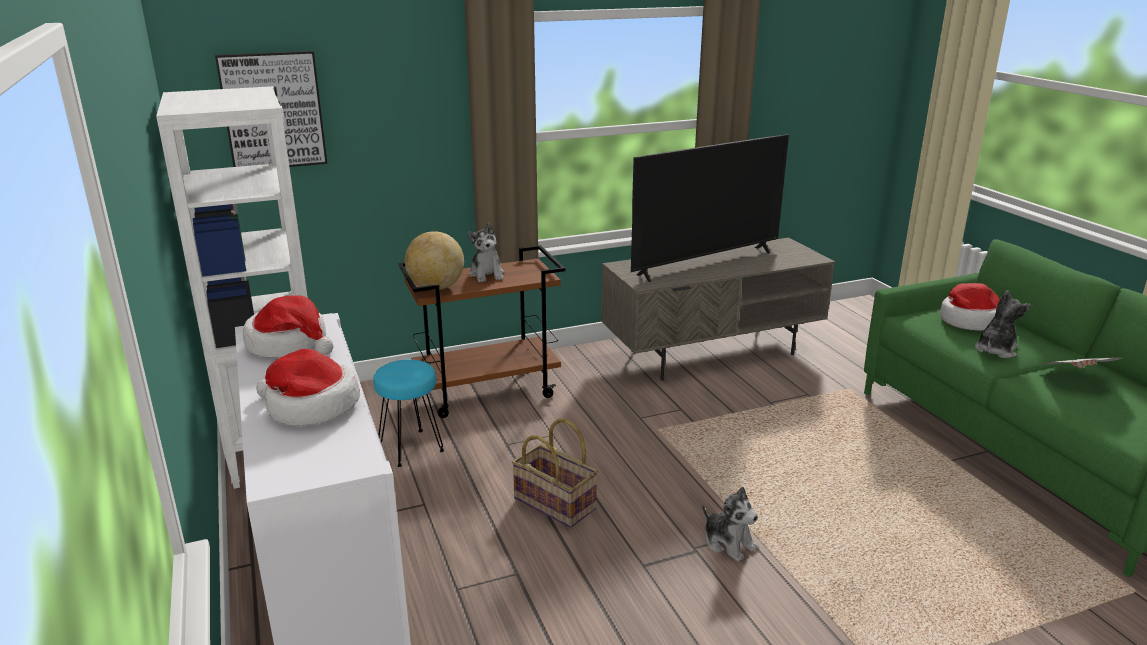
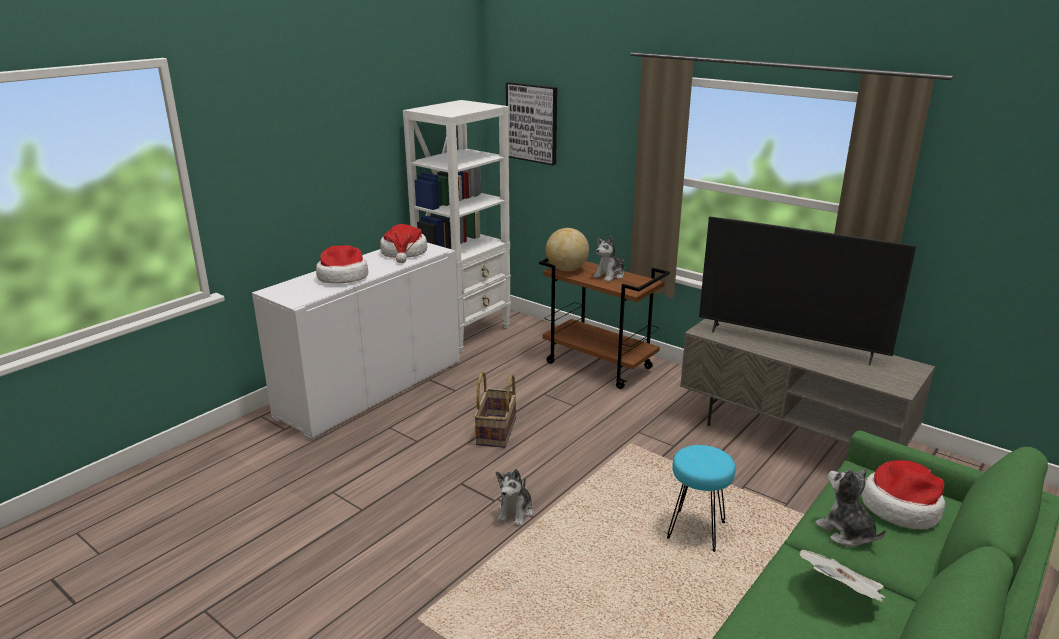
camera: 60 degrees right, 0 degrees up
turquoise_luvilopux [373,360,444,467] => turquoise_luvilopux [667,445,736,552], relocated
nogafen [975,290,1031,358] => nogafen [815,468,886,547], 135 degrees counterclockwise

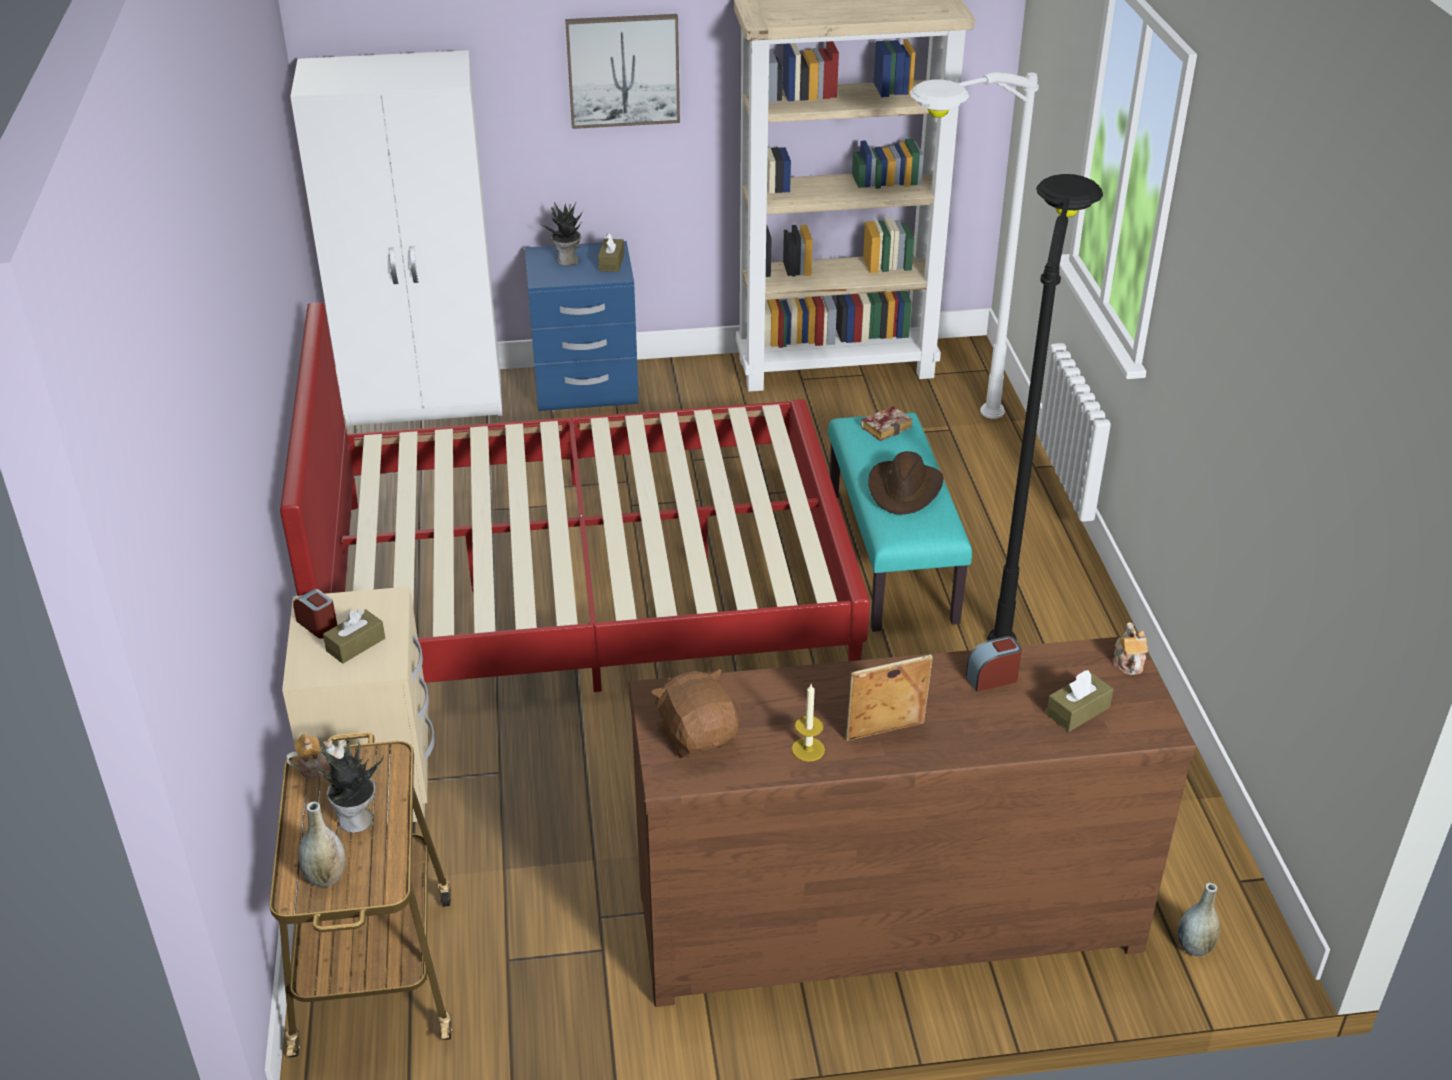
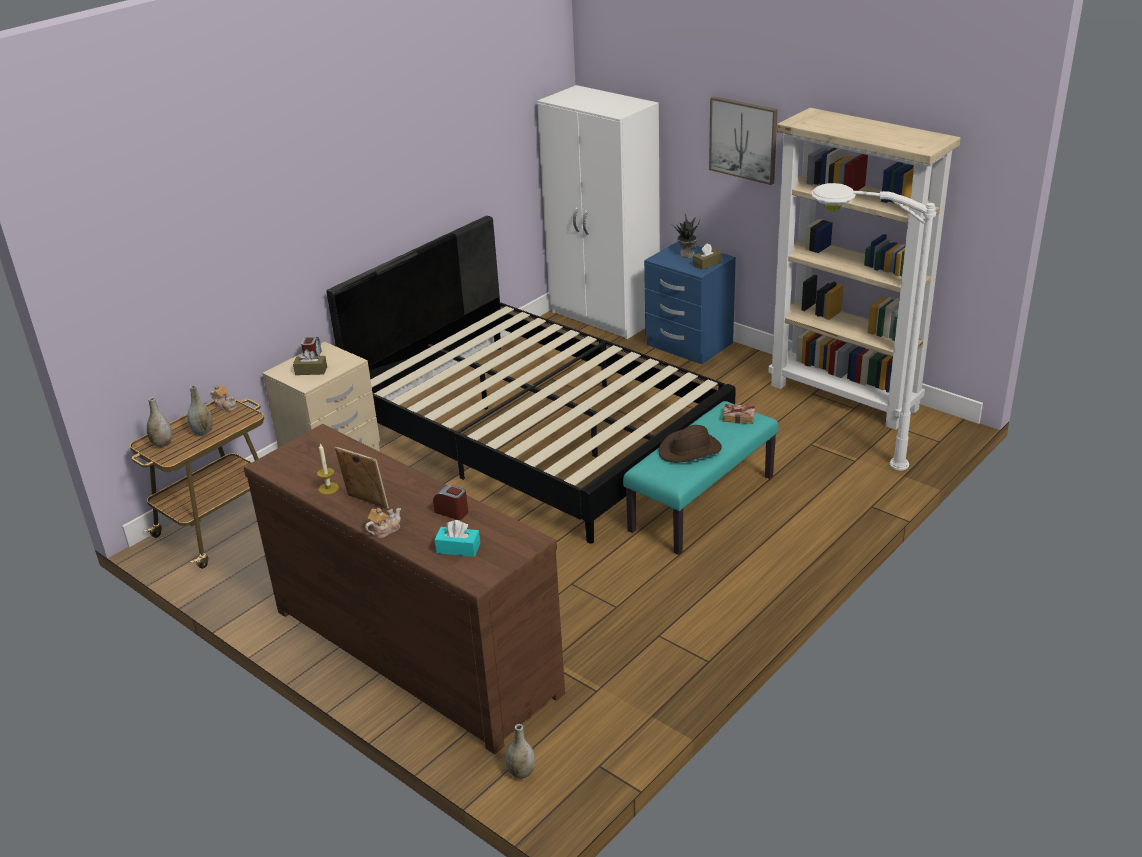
camera: 50 degrees right, 5 degrees down
brown_nogafen [652,669,739,758] => nothing
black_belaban [987,174,1103,641] => nothing
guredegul [1113,622,1148,675] => guredegul [365,508,401,538], relocated
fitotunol [316,736,384,833] => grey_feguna [188,385,213,435]
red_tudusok [280,302,870,692] => black_tudusok [326,216,736,544]
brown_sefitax [1046,670,1114,732] => turquoise_sefitax [434,520,480,557]

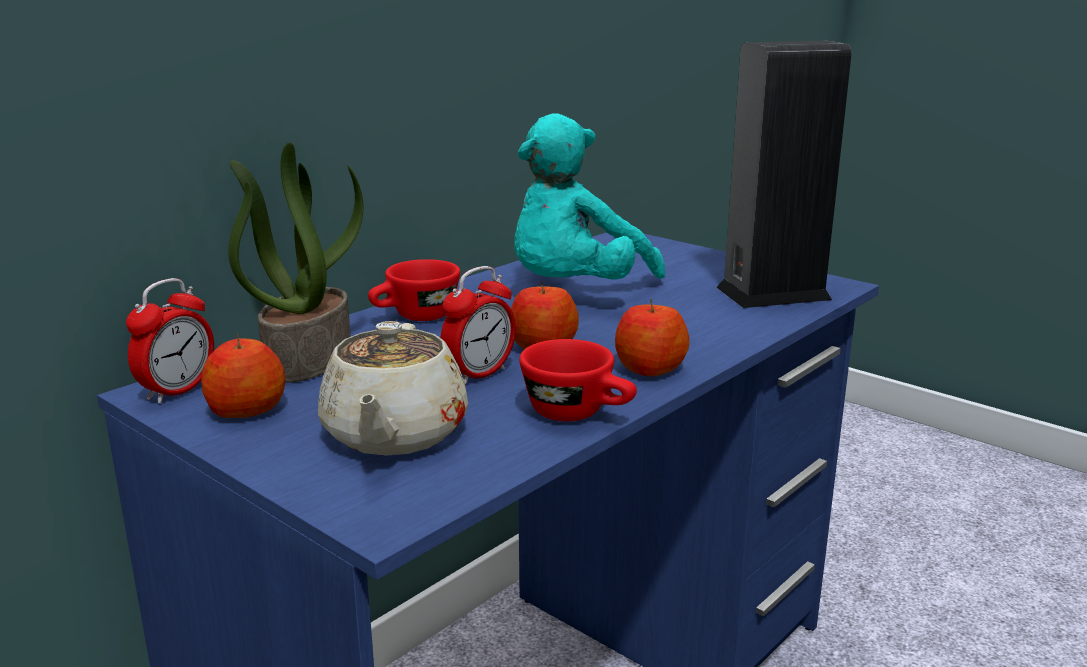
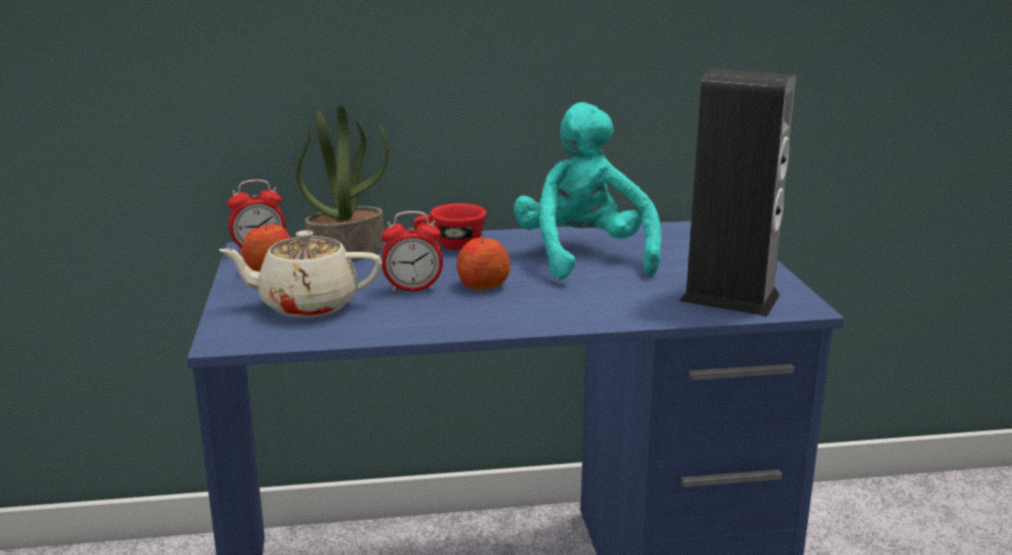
camera: 40 degrees right, 0 degrees up
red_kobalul [519,339,637,421] => nothing
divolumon [615,299,690,376] => nothing
beige_guredegul [318,321,468,456] => beige_guredegul [219,230,382,318], 45 degrees clockwise
turquoise_nogafen [514,114,666,280] => turquoise_nogafen [514,102,661,280], 90 degrees clockwise

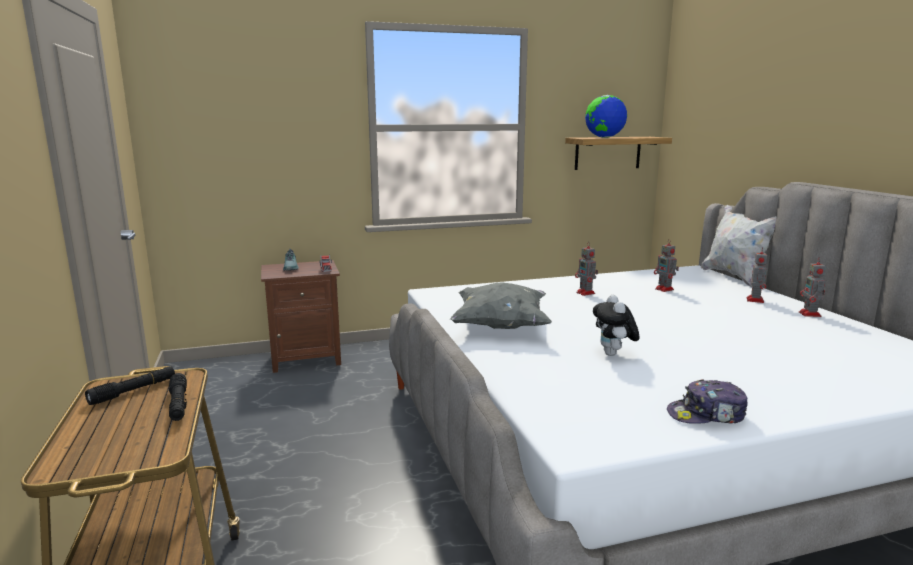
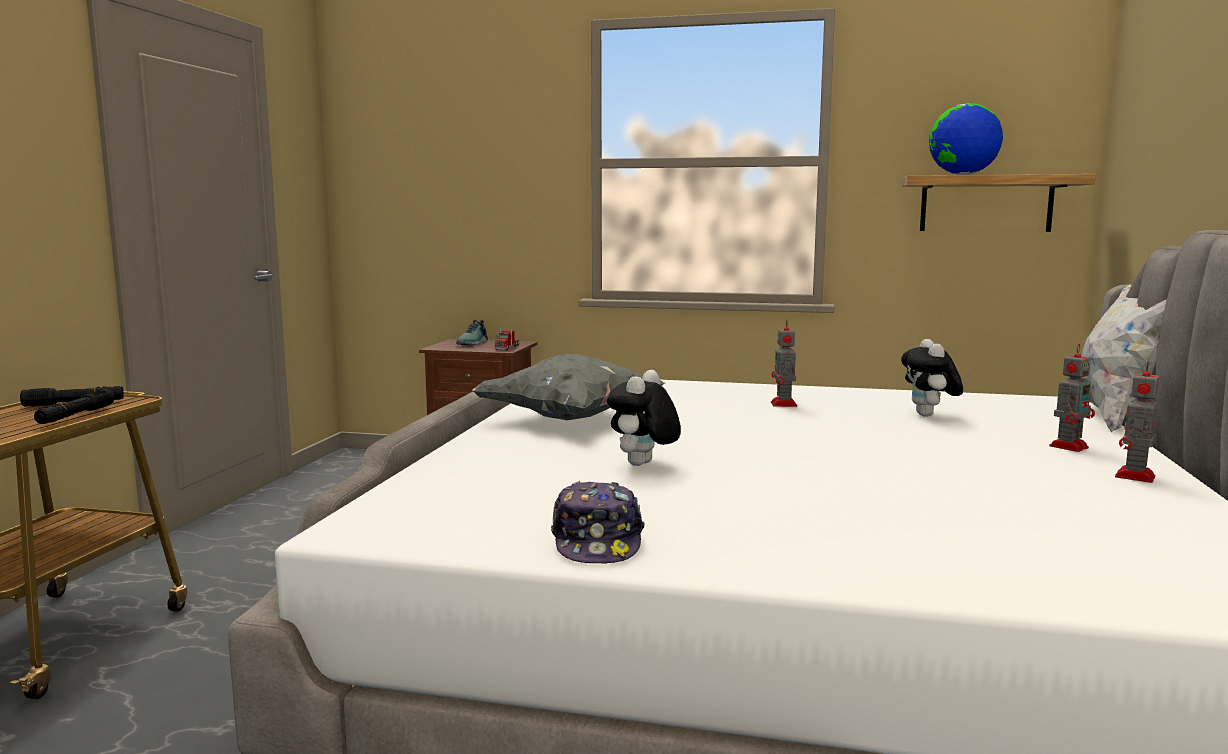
camera: 30 degrees right, 5 degrees down
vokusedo [654,239,679,292] => nogafen [901,339,963,417]
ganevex [667,379,748,424] => ganevex [551,481,645,564], 120 degrees counterclockwise

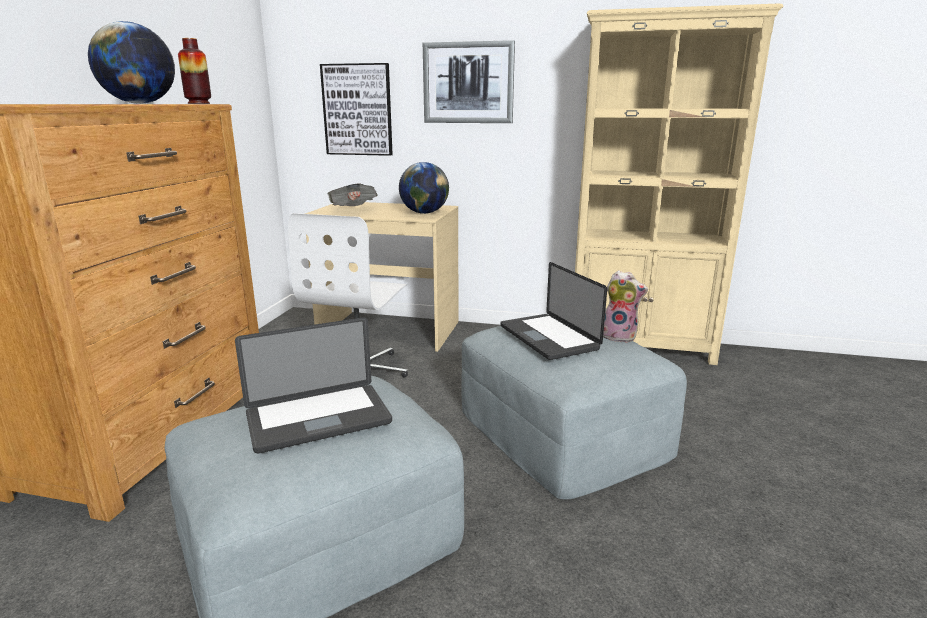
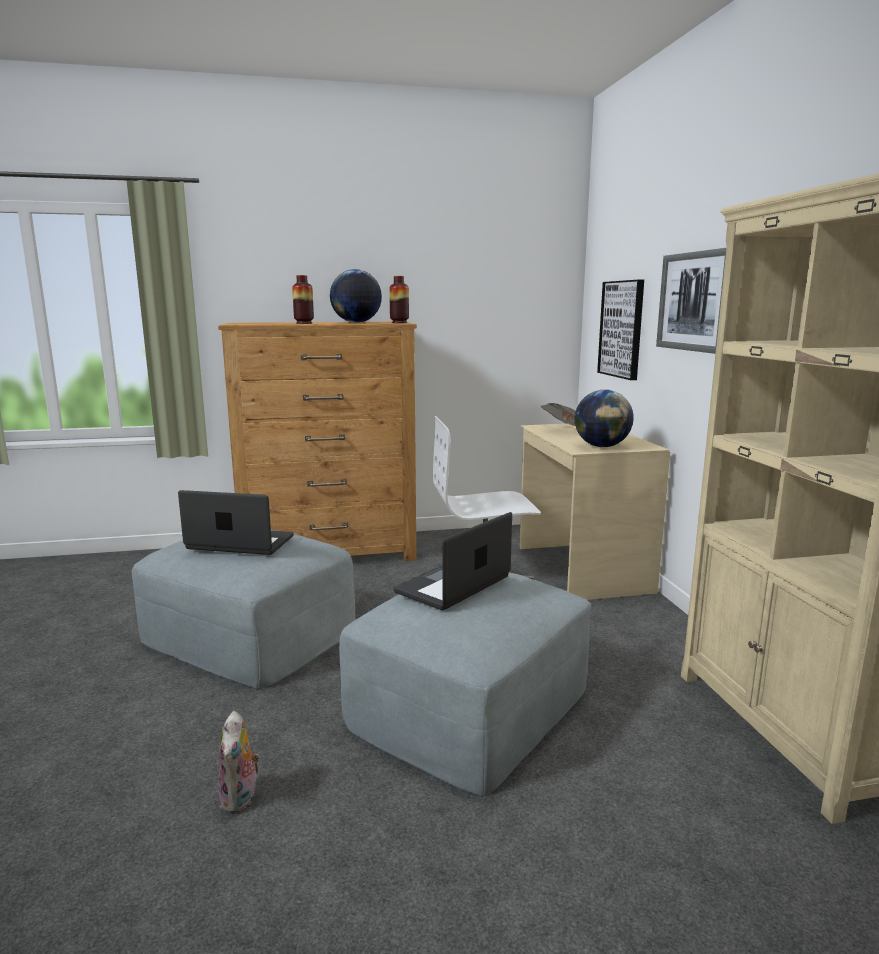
camera: 65 degrees right, 5 degrees down
nothing => feguna [292,275,314,324]
nogafen [603,270,648,343] => nogafen [219,711,262,813], relocated
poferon [235,317,392,453] => poferon [178,490,294,555], 150 degrees clockwise

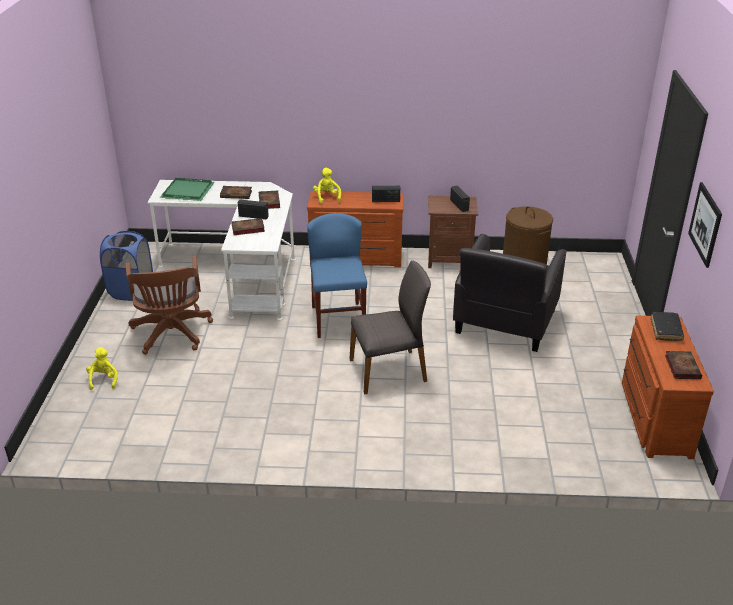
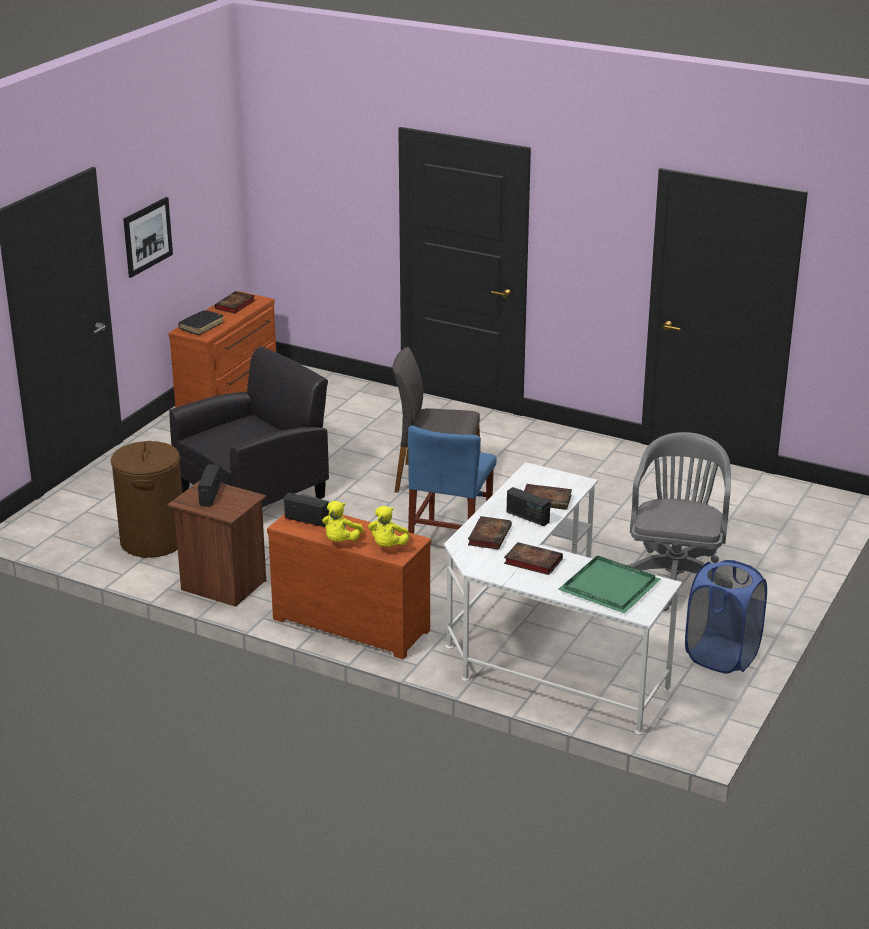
camera: 155 degrees left, 5 degrees down
yellow_nogafen [86,347,118,390] => yellow_nogafen [322,501,364,542], relocated
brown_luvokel [126,256,213,355] => grey_luvokel [627,432,731,611]

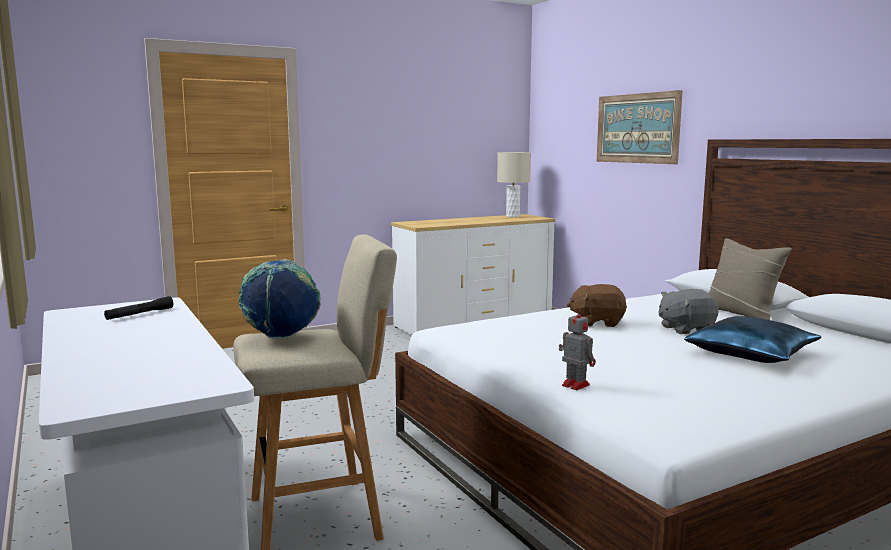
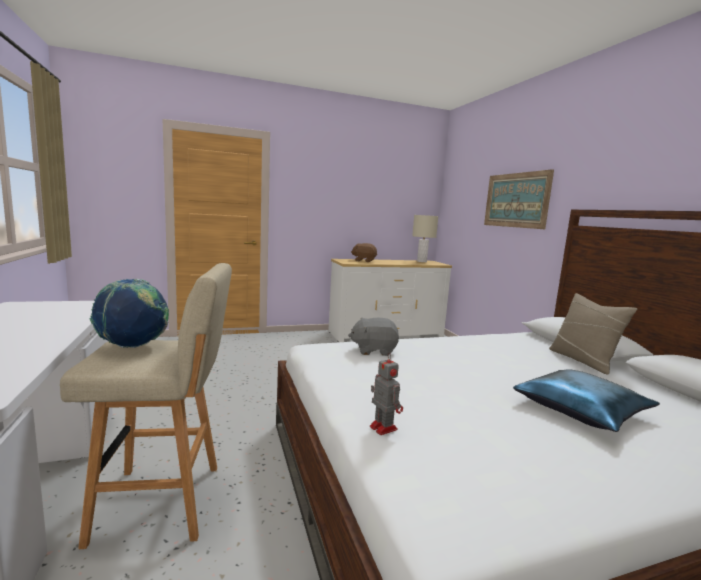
camera: 10 degrees right, 0 degrees up
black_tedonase [104,296,173,320] => nothing
brown_nogafen [567,284,627,327] => brown_nogafen [351,243,377,262], relocated
grey_nogafen [659,289,719,334] => grey_nogafen [348,318,399,356], relocated

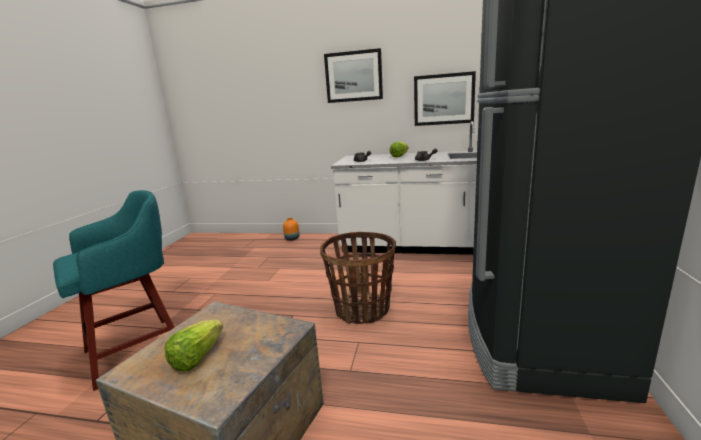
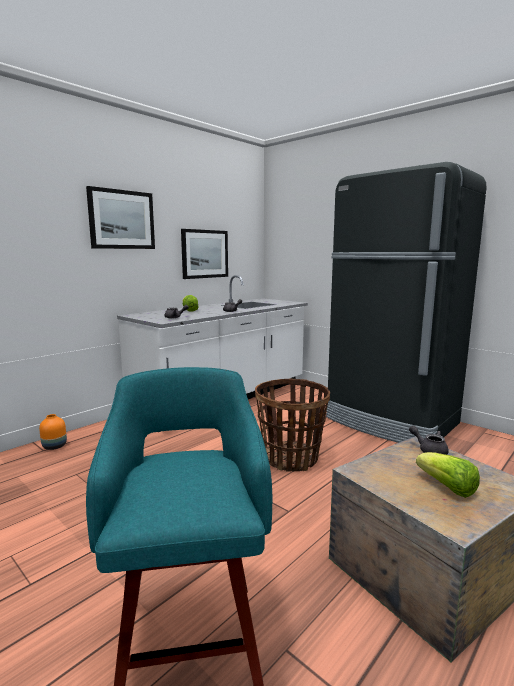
camera: 60 degrees left, 5 degrees down
nothing => grey_guredegul [409,425,449,455]

